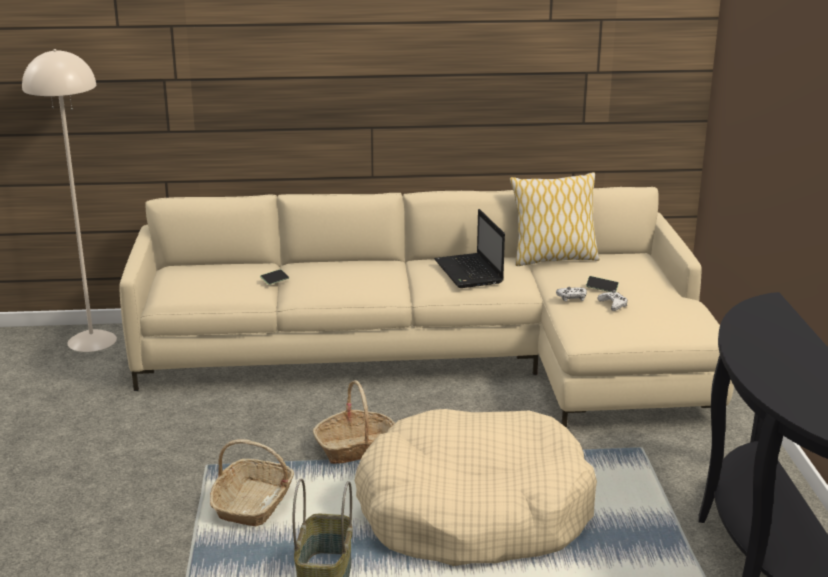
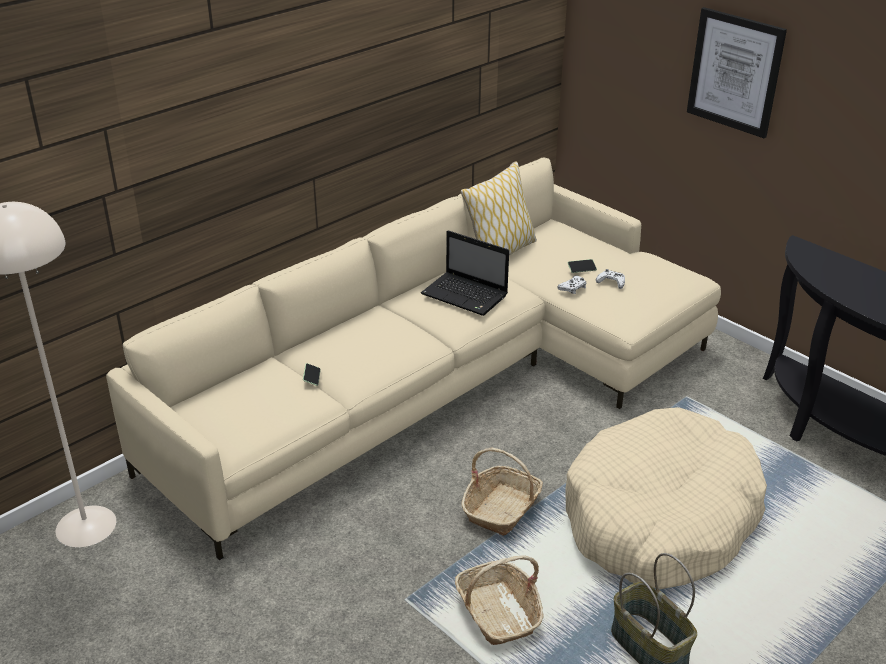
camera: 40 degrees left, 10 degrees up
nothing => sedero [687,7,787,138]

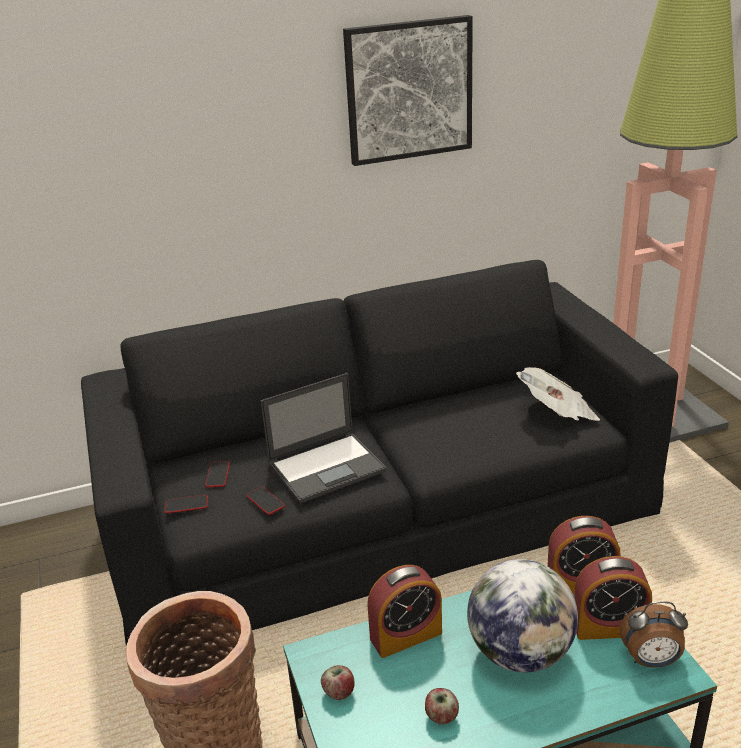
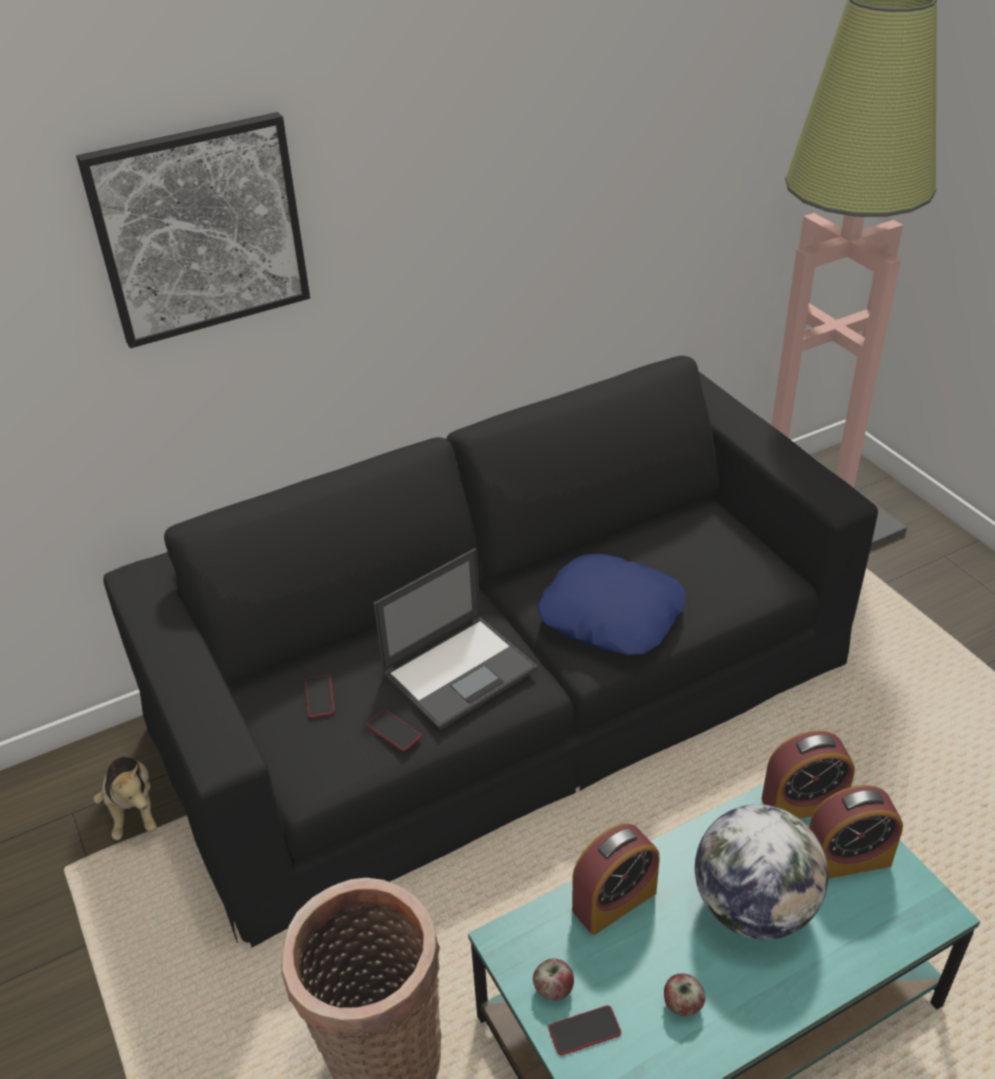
camera: 10 degrees left, 10 degrees up
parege [516,367,600,421] => nothing
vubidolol [619,601,688,668] => nothing
nothing => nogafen [94,757,157,840]
nothing => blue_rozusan [537,554,685,655]
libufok [164,495,208,514] => libufok [548,1006,621,1055], relocated
sedero [343,15,473,166] => sedero [76,112,310,348], relocated

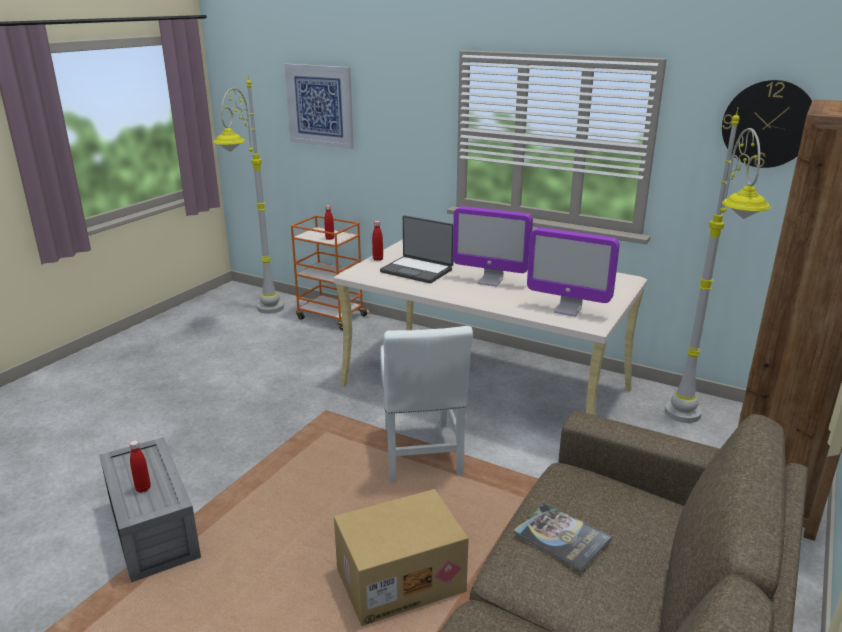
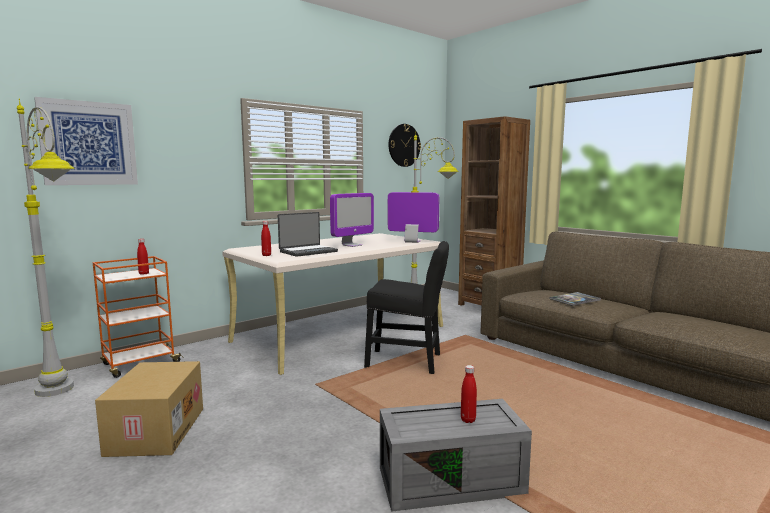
camera: 70 degrees left, 15 degrees down
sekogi [334,489,469,626] => sekogi [95,361,203,457], relocated
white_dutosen [381,326,473,481] => black_dutosen [364,241,449,374]
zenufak [527,227,620,316] => zenufak [388,192,439,243], 120 degrees counterclockwise

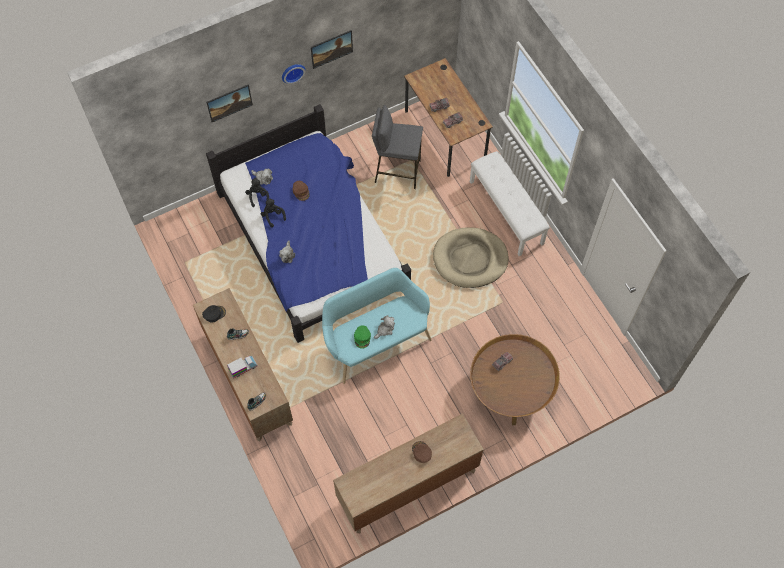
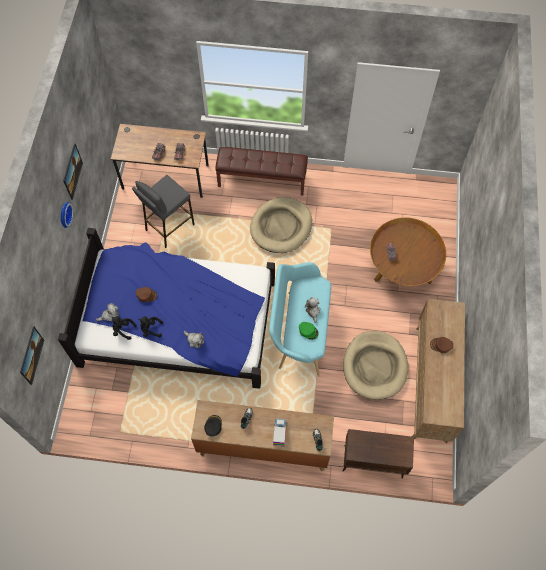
camera: 55 degrees left, 0 degrees up
nothing => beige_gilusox [343,331,408,400]
nothing => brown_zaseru [343,429,414,479]
sedero [206,85,253,122] => sedero [20,326,44,385], relocated
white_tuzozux [470,151,550,256] => brown_tuzozux [215,147,308,196]

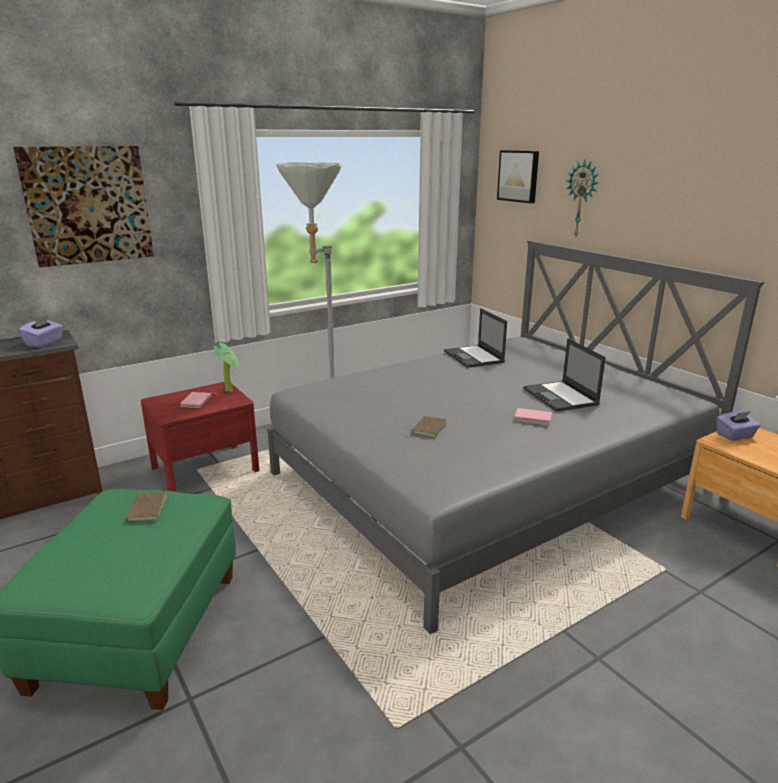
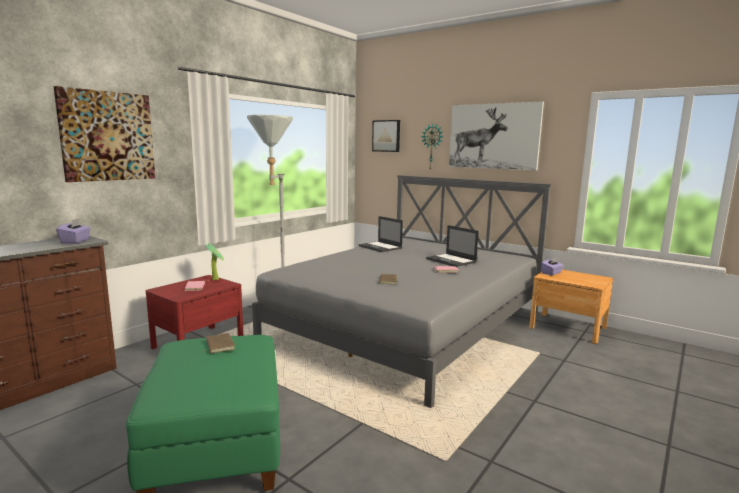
camera: 20 degrees left, 10 degrees down
nothing => sedero [449,101,544,171]

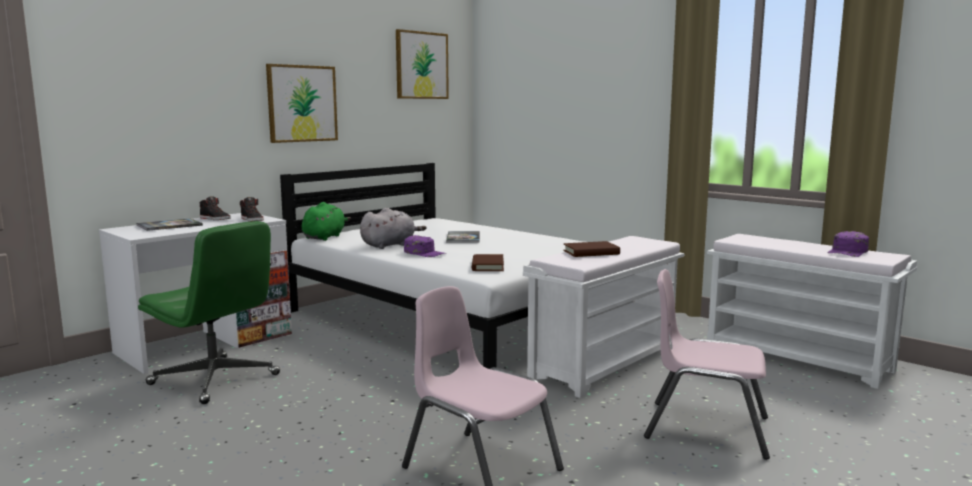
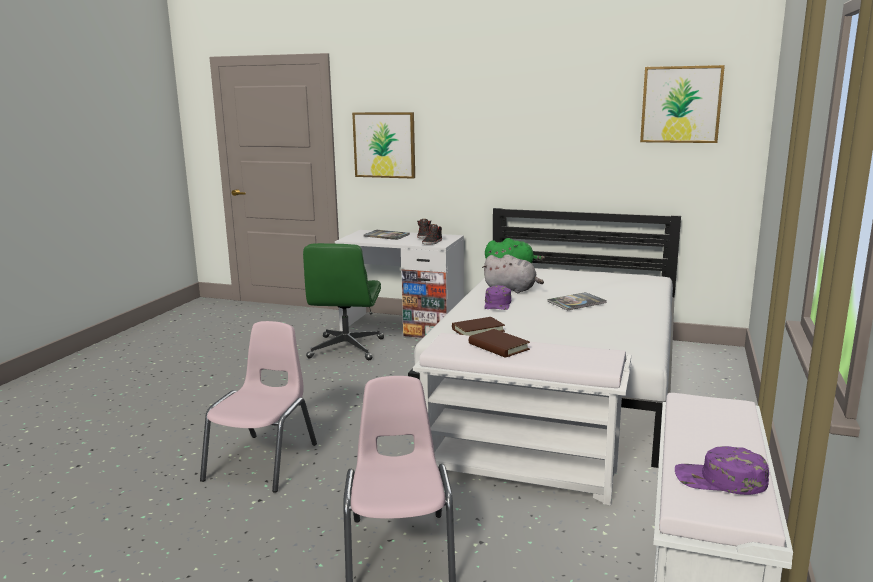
camera: 65 degrees right, 5 degrees up
sedero [266,64,338,143] => sedero [352,112,415,179], relocated

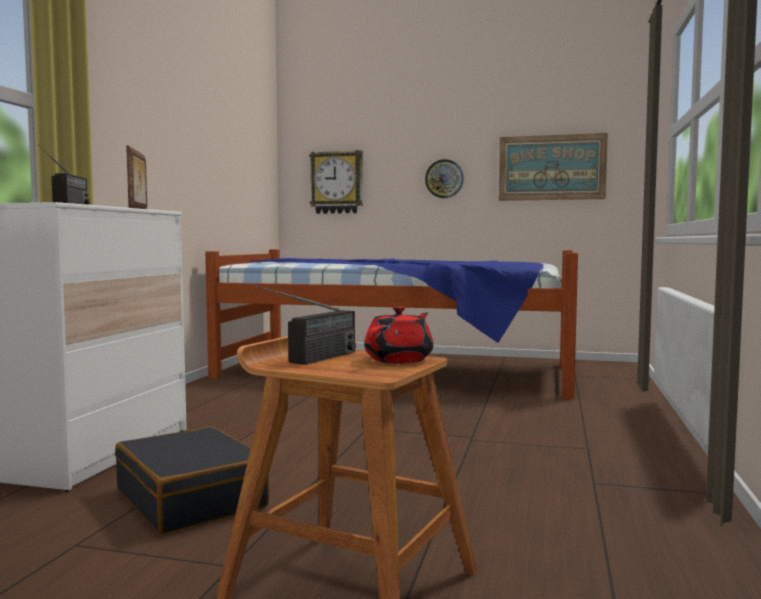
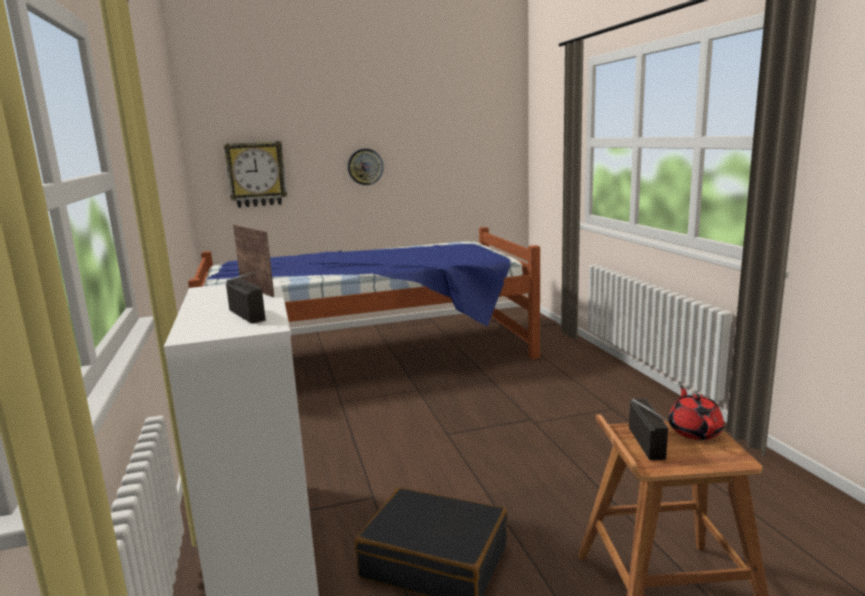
camera: 30 degrees left, 10 degrees up
sedero [499,133,608,201] => nothing

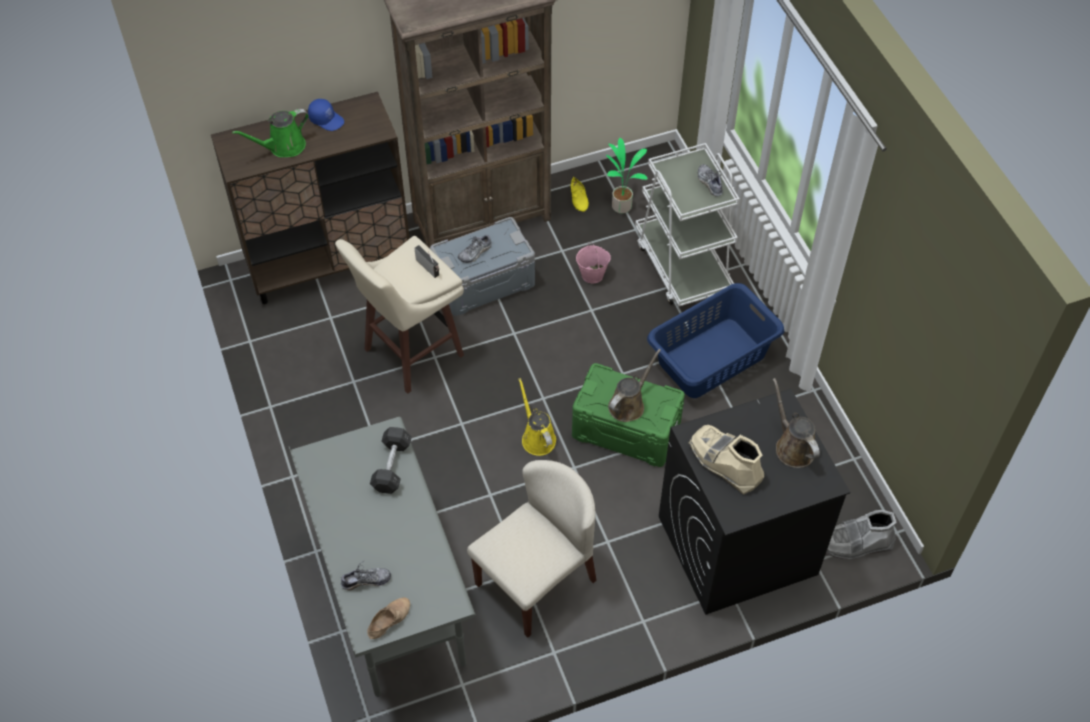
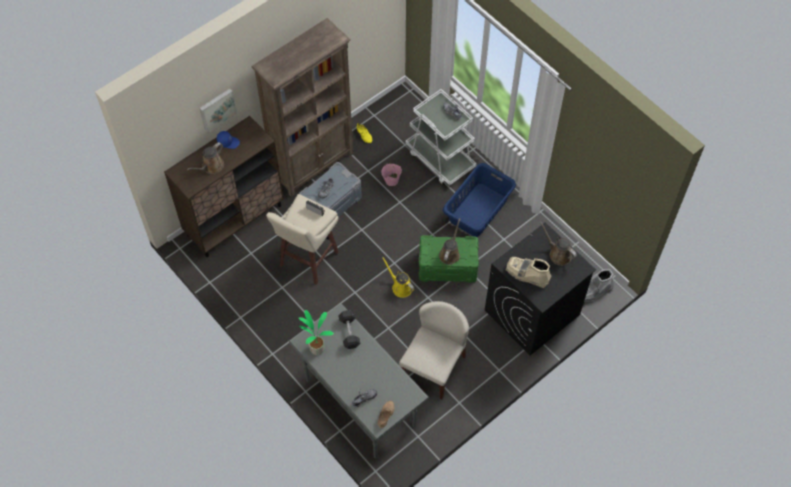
camera: 20 degrees left, 5 degrees up
nothing => sedero [199,89,237,133]
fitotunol [606,138,648,213] => fitotunol [299,310,334,355], relocated
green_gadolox [232,109,309,157] => brown_gadolox [187,142,224,174]

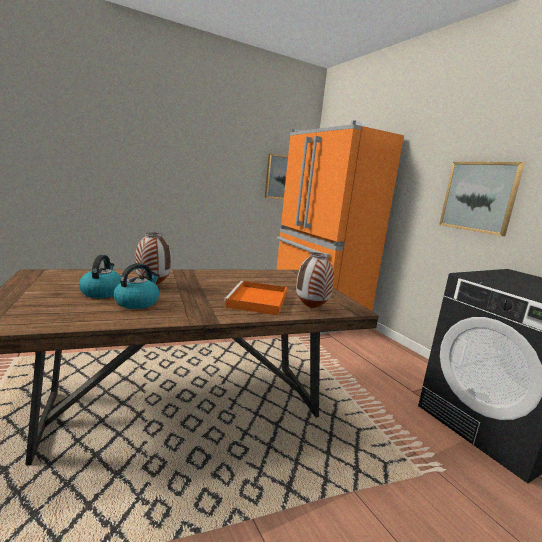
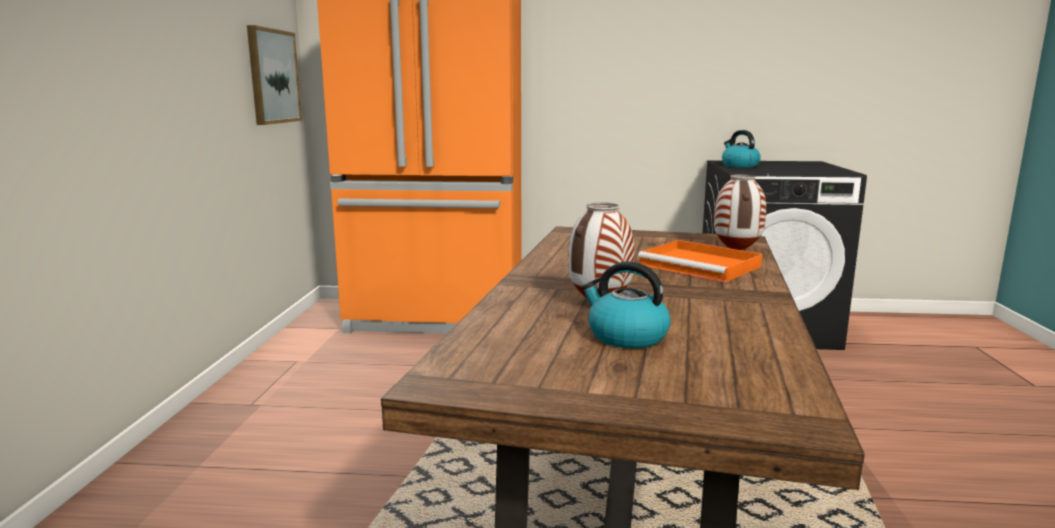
camera: 55 degrees left, 0 degrees up
sedero [439,162,525,236] => nothing
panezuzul [114,263,160,309] => panezuzul [722,130,761,168], relocated

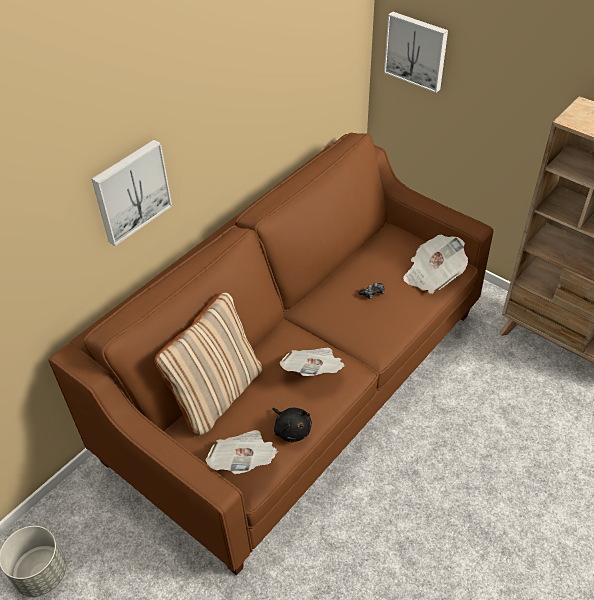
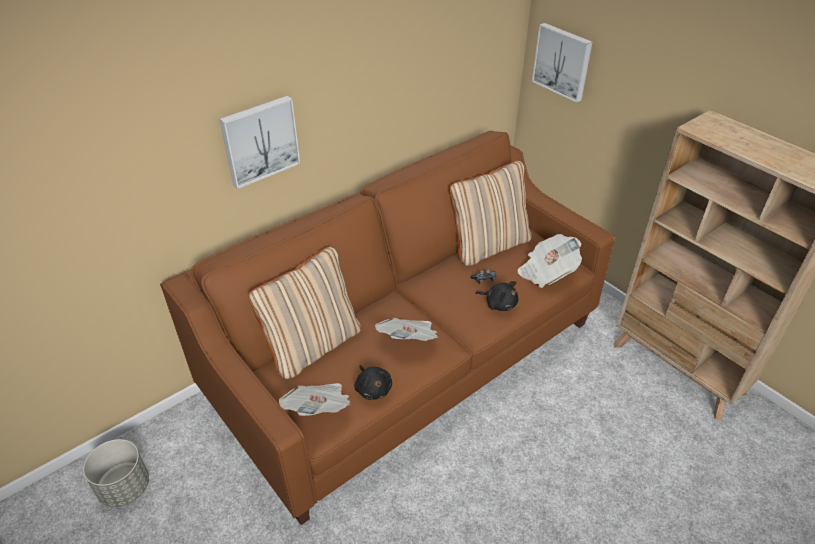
camera: 10 degrees right, 5 degrees down
nothing => beige_rozusan [449,160,531,266]
nothing => black_nogafen [475,281,518,311]

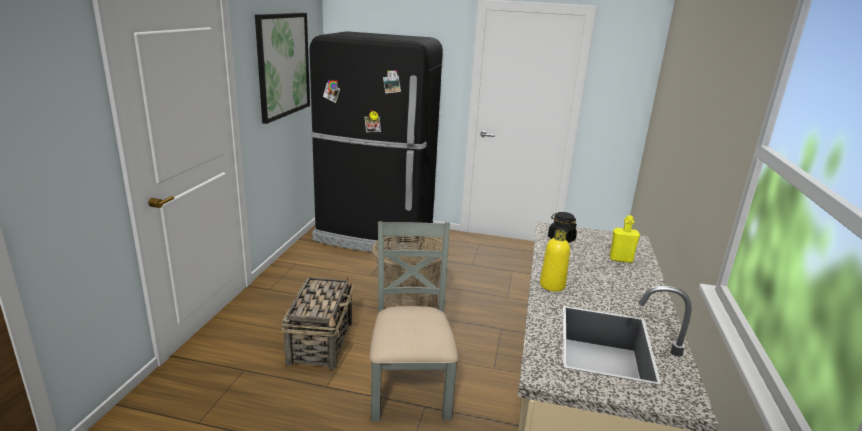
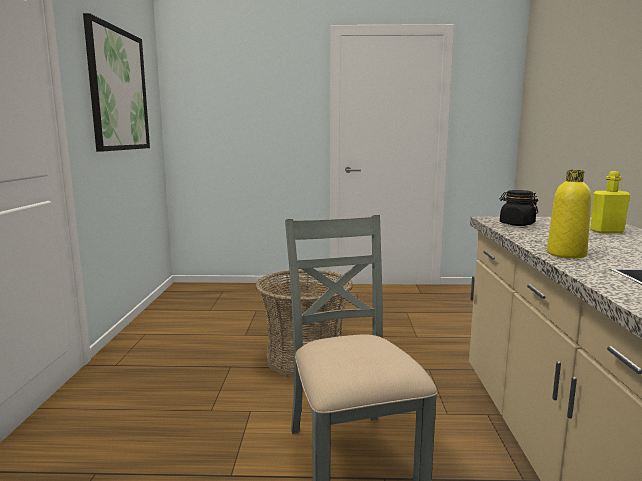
camera: 10 degrees left, 10 degrees down
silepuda [281,275,353,370] => nothing
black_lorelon [309,31,443,252] => nothing

